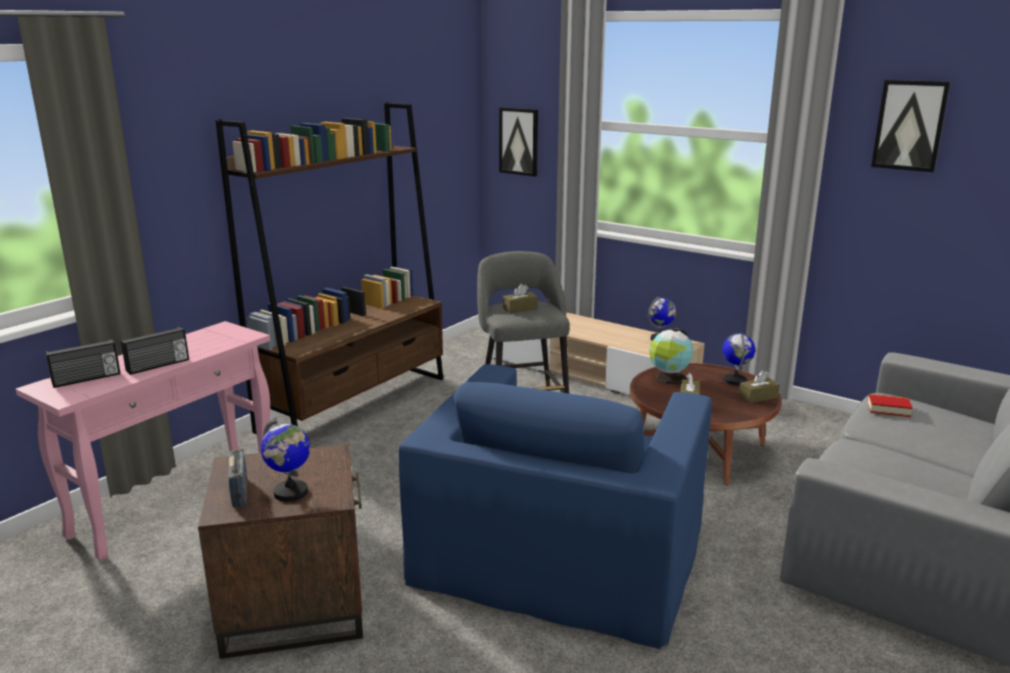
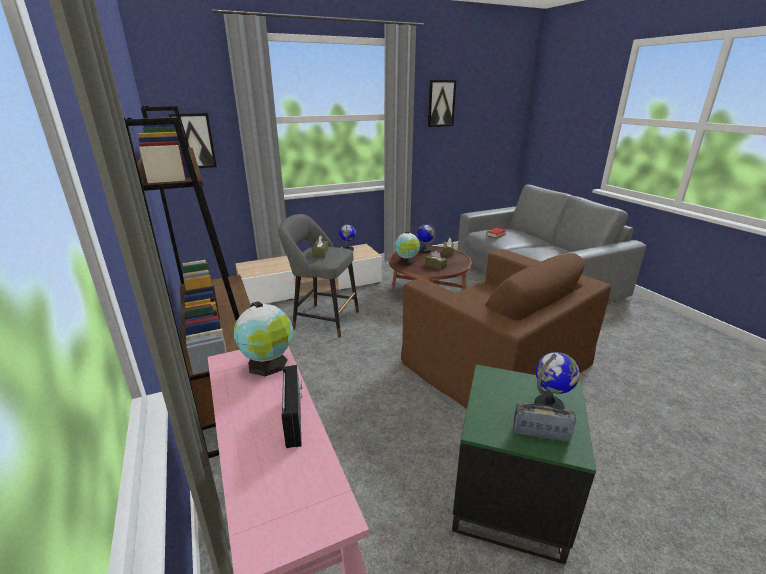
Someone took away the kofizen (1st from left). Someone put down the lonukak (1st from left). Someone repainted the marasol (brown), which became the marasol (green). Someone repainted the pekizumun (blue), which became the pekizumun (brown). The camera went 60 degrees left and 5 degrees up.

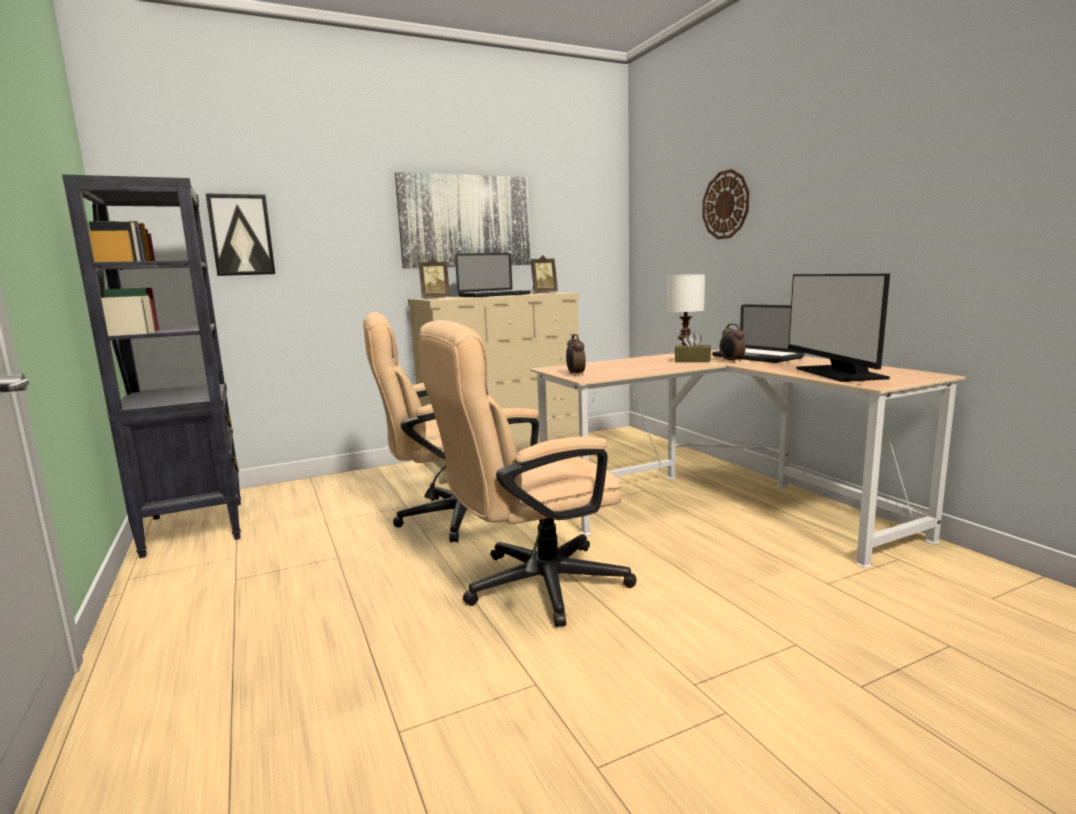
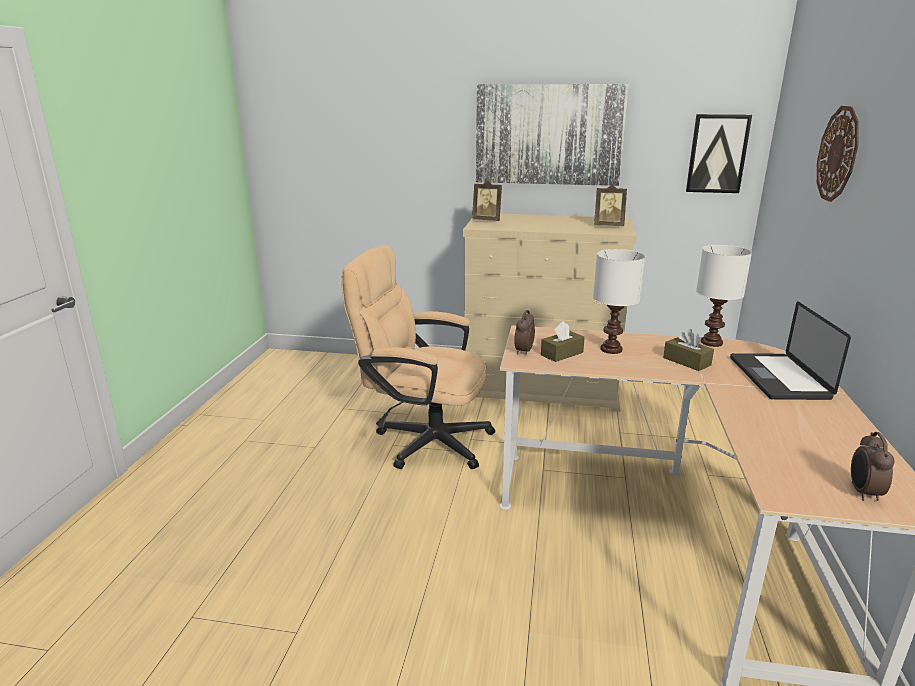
Someone took away the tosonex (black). Someone took away the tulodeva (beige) (2nd from left). Someone took away the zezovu (1st from left). Someone took away the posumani. Someone put down the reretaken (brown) (1st from left). Someone put down the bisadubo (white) (1st from left). Someone carried the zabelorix (1st from left in the first image). Someone carried the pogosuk (2nd from left). The camera went 35 degrees right and 10 degrees up.

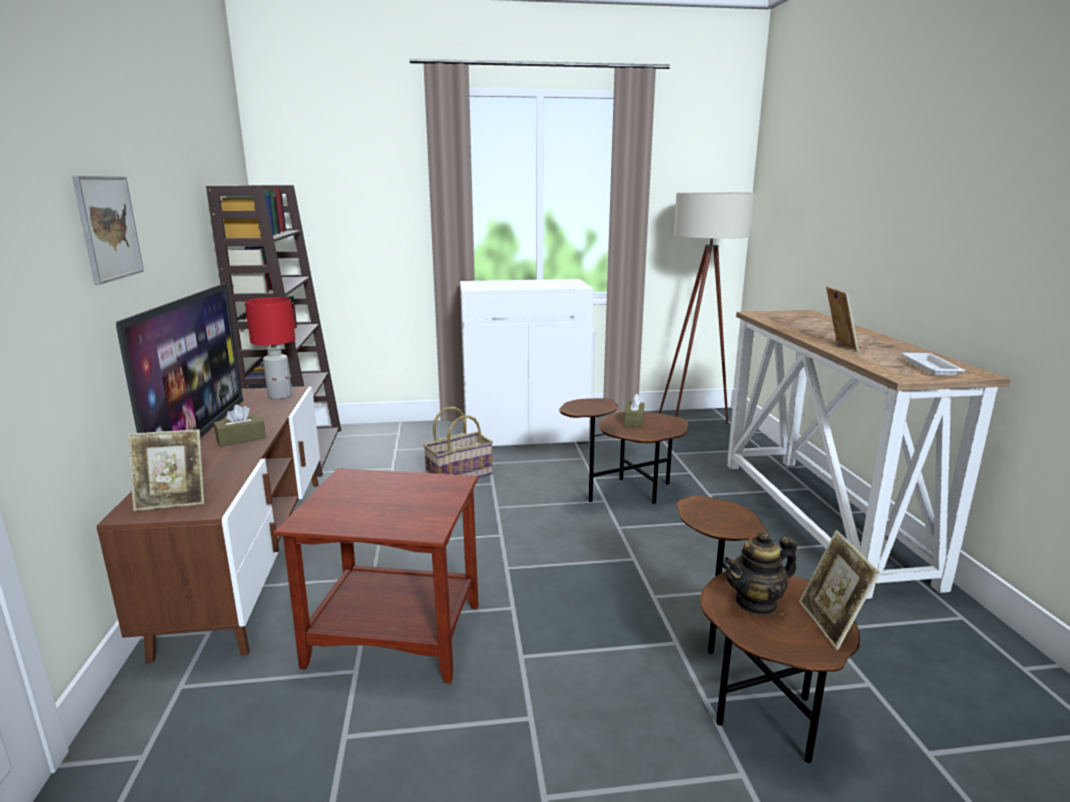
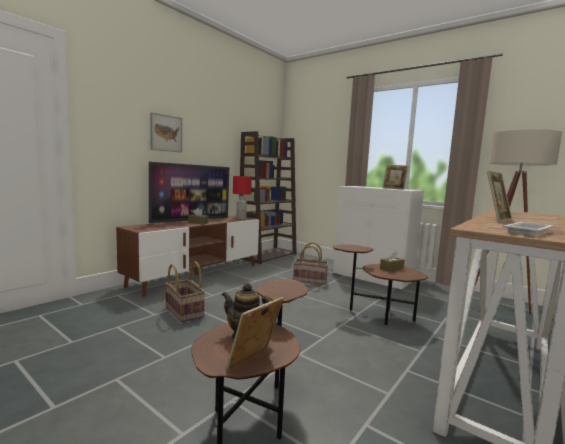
Someone carried the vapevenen (1st from left in the first image). Someone swapped the marasol (brown) (1st from left) for the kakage (1st from left). The camera went 45 degrees right and 10 degrees down.

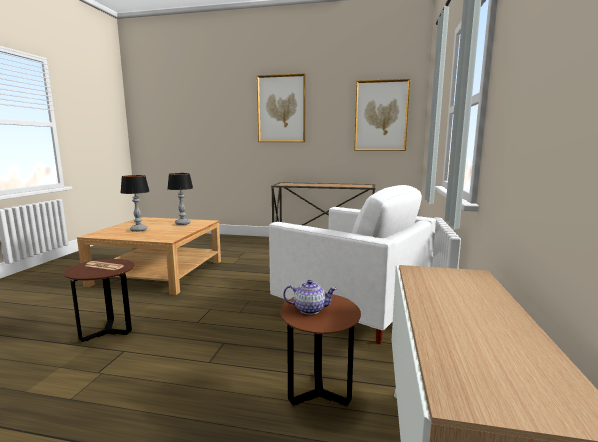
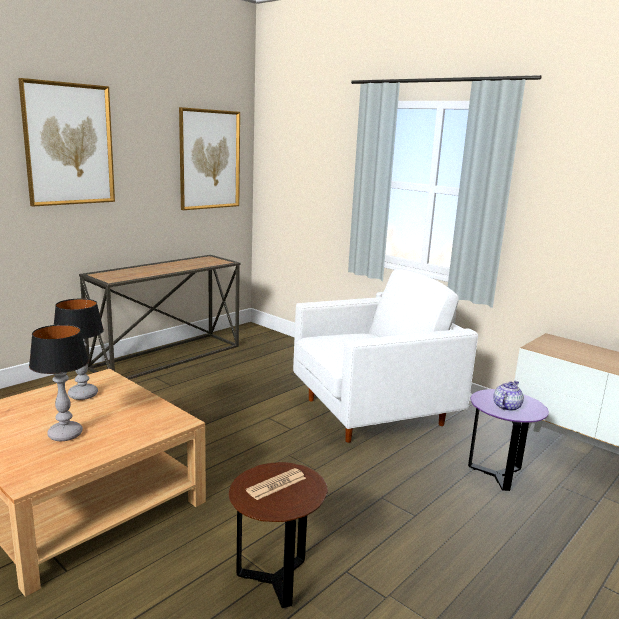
Someone repainted the marasol (brown) (2nd from left), which became the marasol (purple). The camera went 60 degrees left and 5 degrees up.

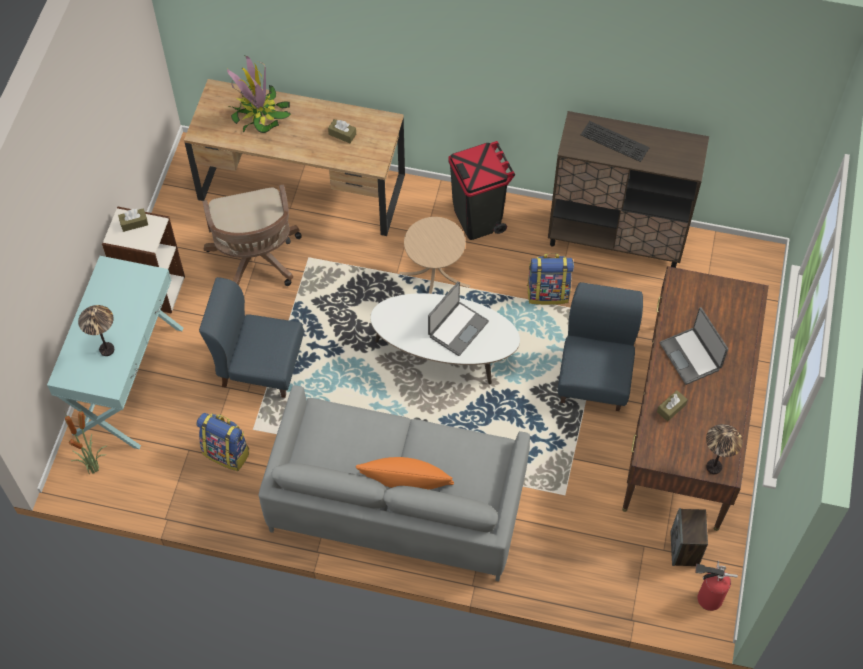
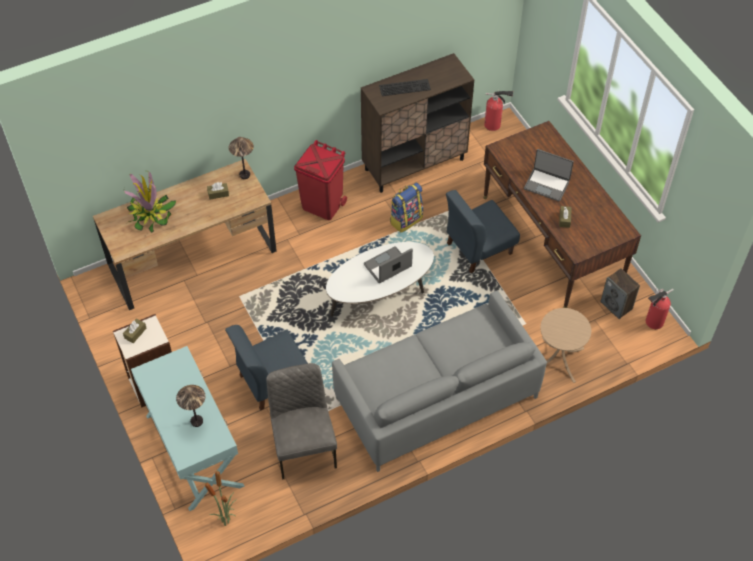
Someone took away the tulodeva (brown). Someone took away the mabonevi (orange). Someone put down the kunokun (1st from left). Someone carried the marasol (beige). Someone carried the bisadubo (2nd from left). Someone swapped the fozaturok (1st from left) for the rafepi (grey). Someone repainted the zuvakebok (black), which became the zuvakebok (red). Someone rotated the zezovu (1st from left) by 120 degrees counterclockwise. Someone rotated the rafepi (blue) (2nd from left) by 90 degrees counterclockwise. The camera went 40 degrees left and 5 degrees down.

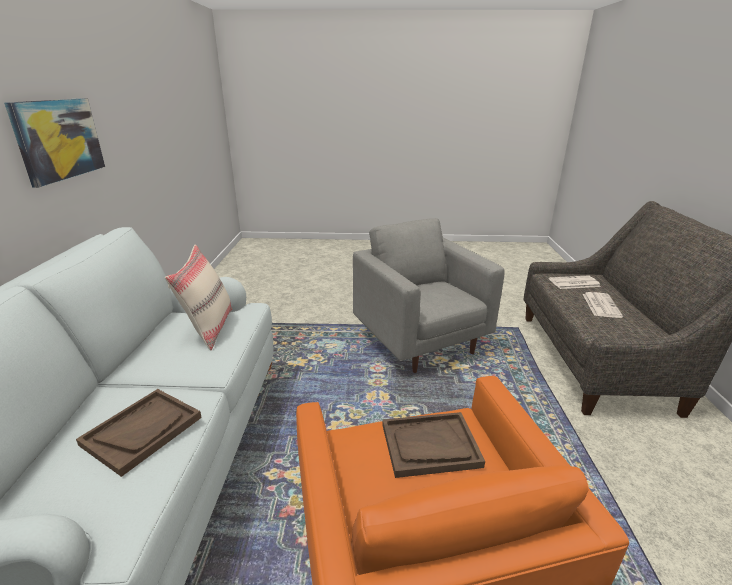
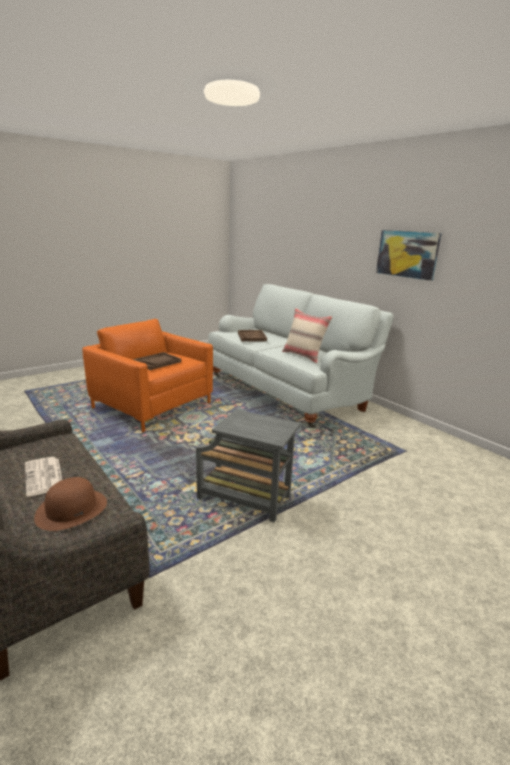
Someone swapped the pekizumun (grey) for the marasol (grey). Someone swapped the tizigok (1st from left) for the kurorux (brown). The camera went 140 degrees right and 5 degrees down.

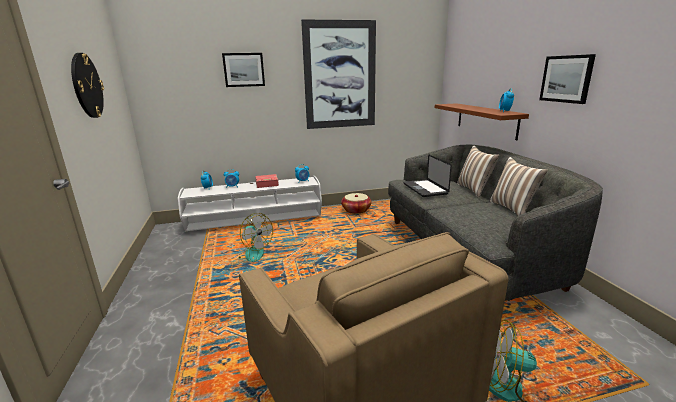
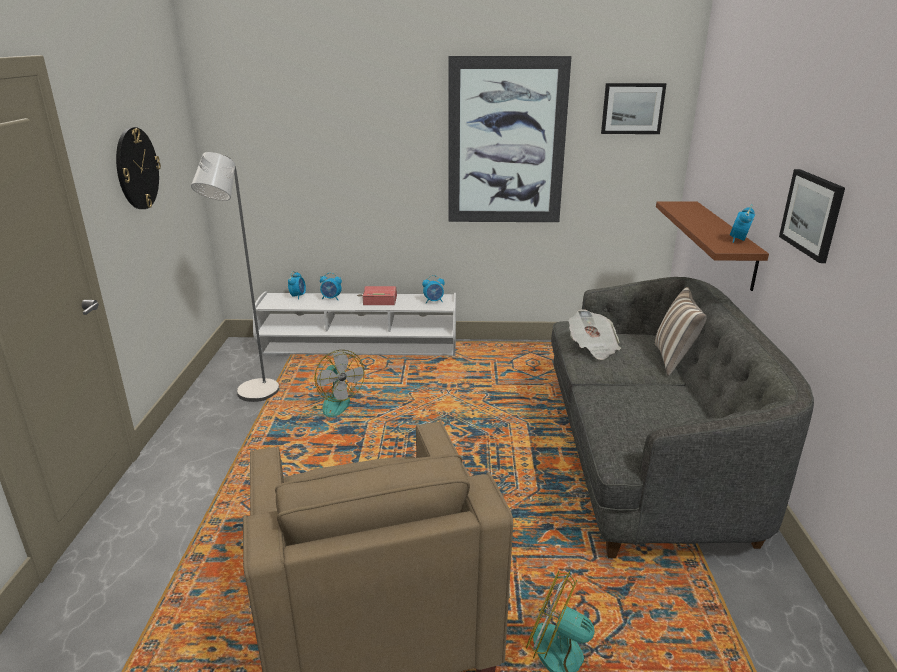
Someone took away the kakage. Someone took away the mabonevi (2nd from left). Someone put down the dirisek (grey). Someone carried the zabelorix (1st from left in the first image). Someone swapped the zezovu for the tizigok. The camera went 15 degrees right and 5 degrees up.

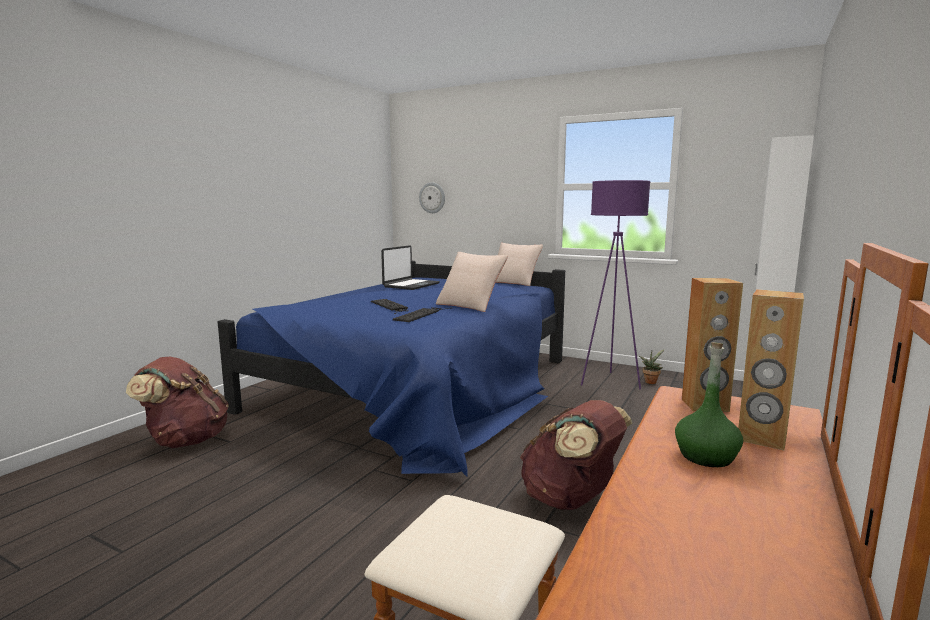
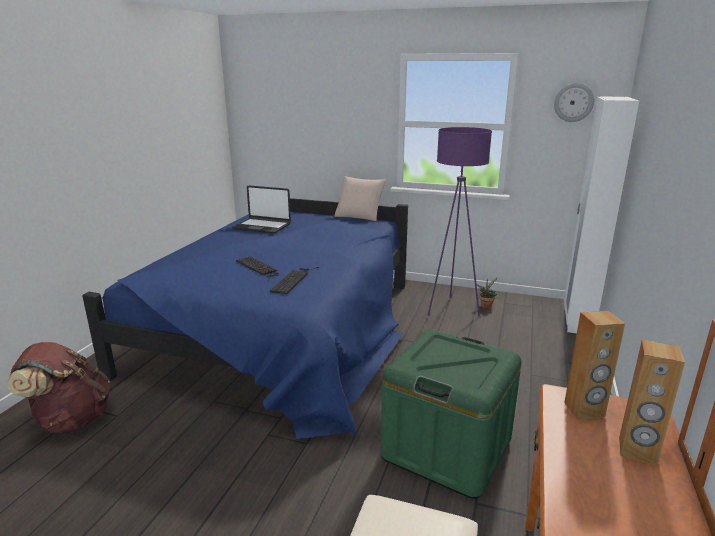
Someone took away the mabonevi (beige) (1st from left). Someone took away the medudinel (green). Someone carried the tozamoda. Someone swapped the fozaturok (brown) (2nd from left) for the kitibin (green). Someone rotated the zezovu by 90 degrees clockwise. The camera went 10 degrees left and 10 degrees up.

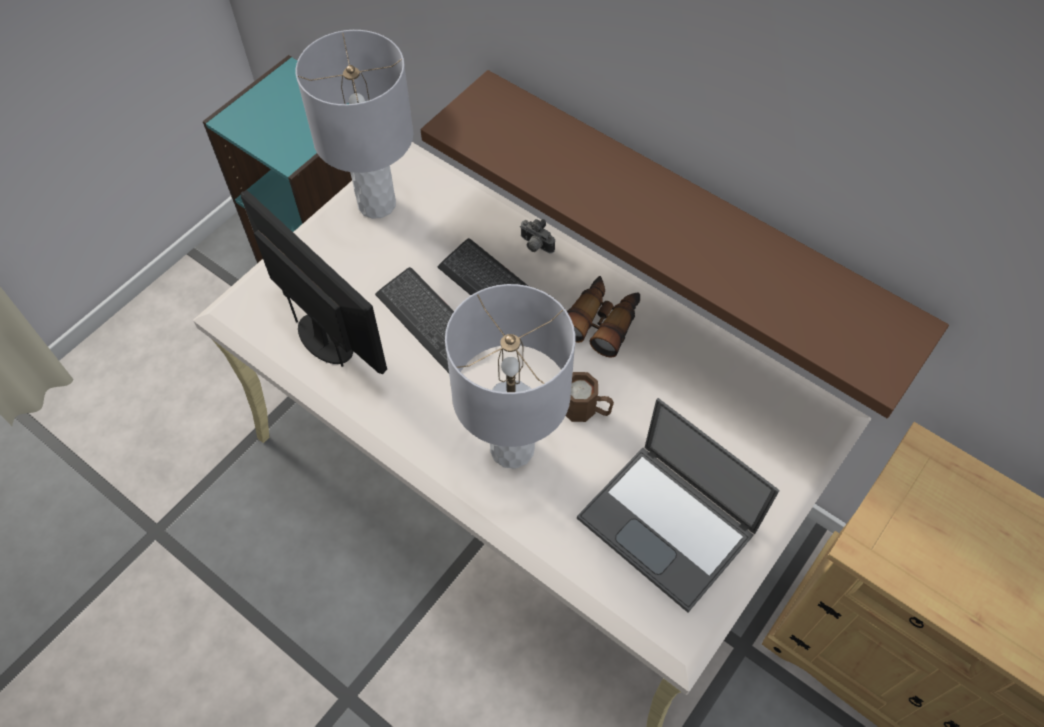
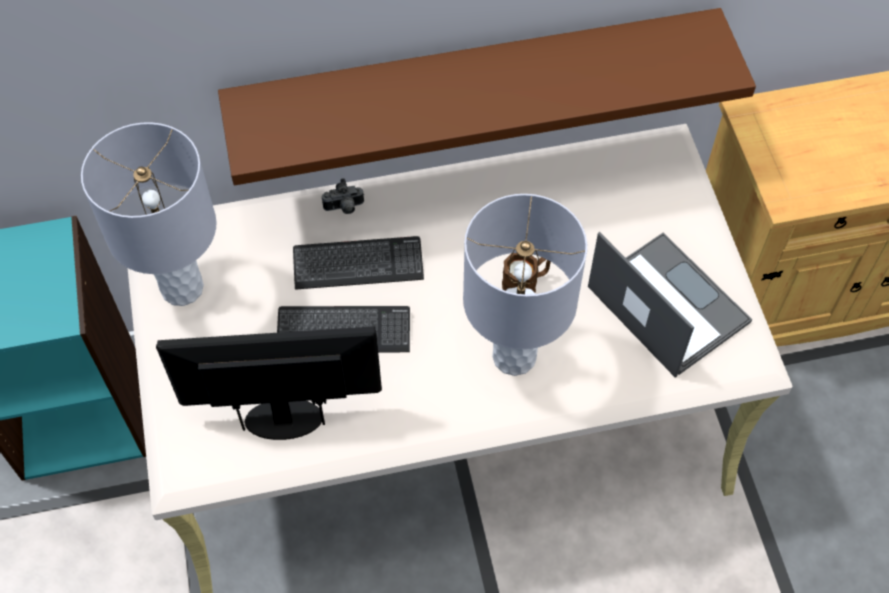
Someone took away the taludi. Someone rotated the zezovu by 120 degrees counterclockwise. The camera went 50 degrees left and 0 degrees up.

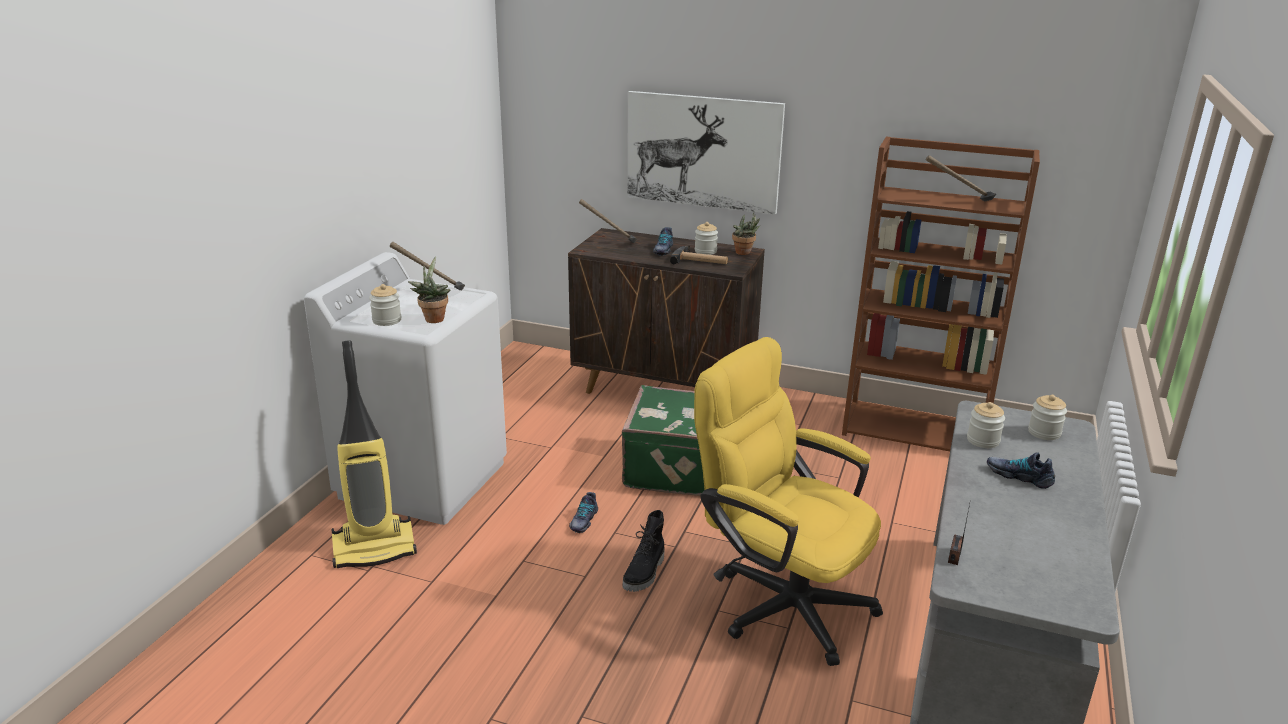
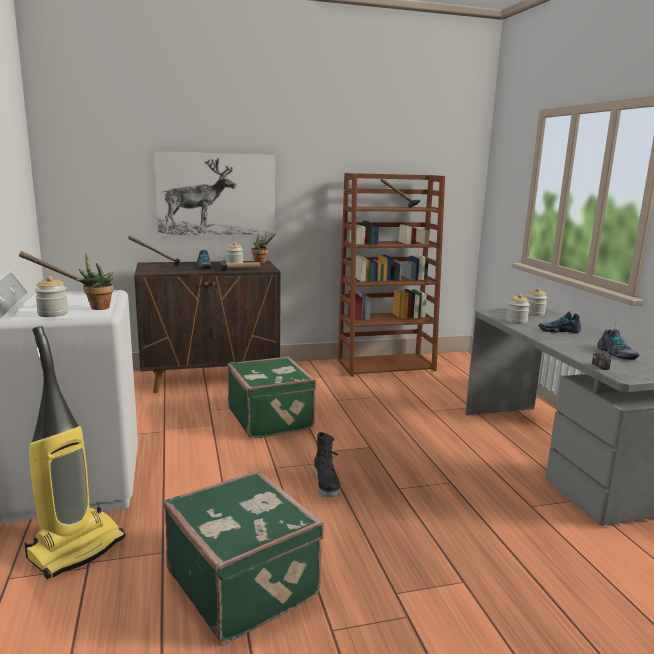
Someone took away the tulodeva (yellow). Someone put down the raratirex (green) (1st from left). Someone carried the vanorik (1st from left in the first image). The camera went 35 degrees left and 10 degrees down.

